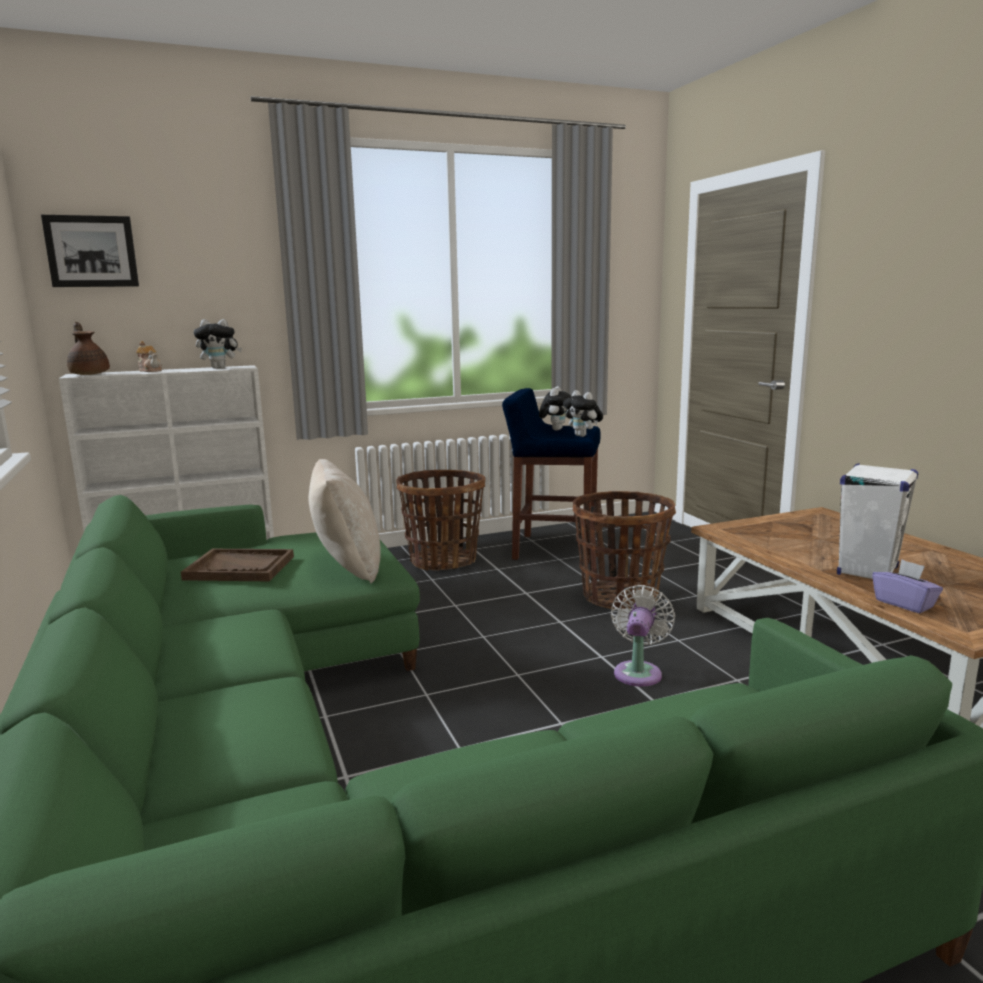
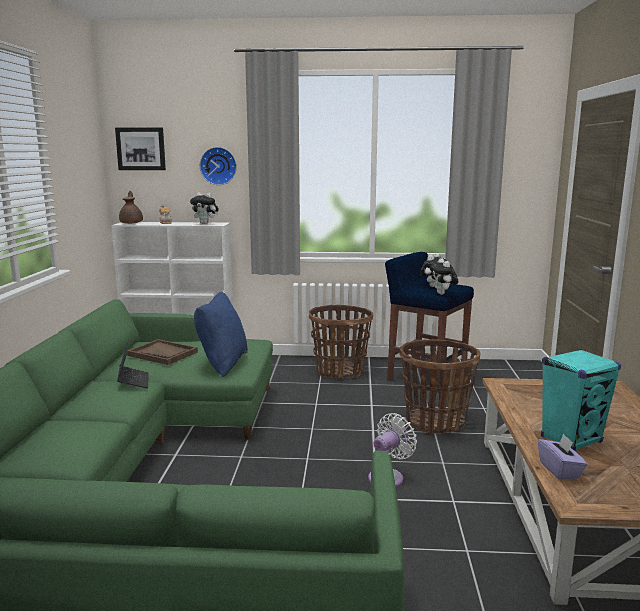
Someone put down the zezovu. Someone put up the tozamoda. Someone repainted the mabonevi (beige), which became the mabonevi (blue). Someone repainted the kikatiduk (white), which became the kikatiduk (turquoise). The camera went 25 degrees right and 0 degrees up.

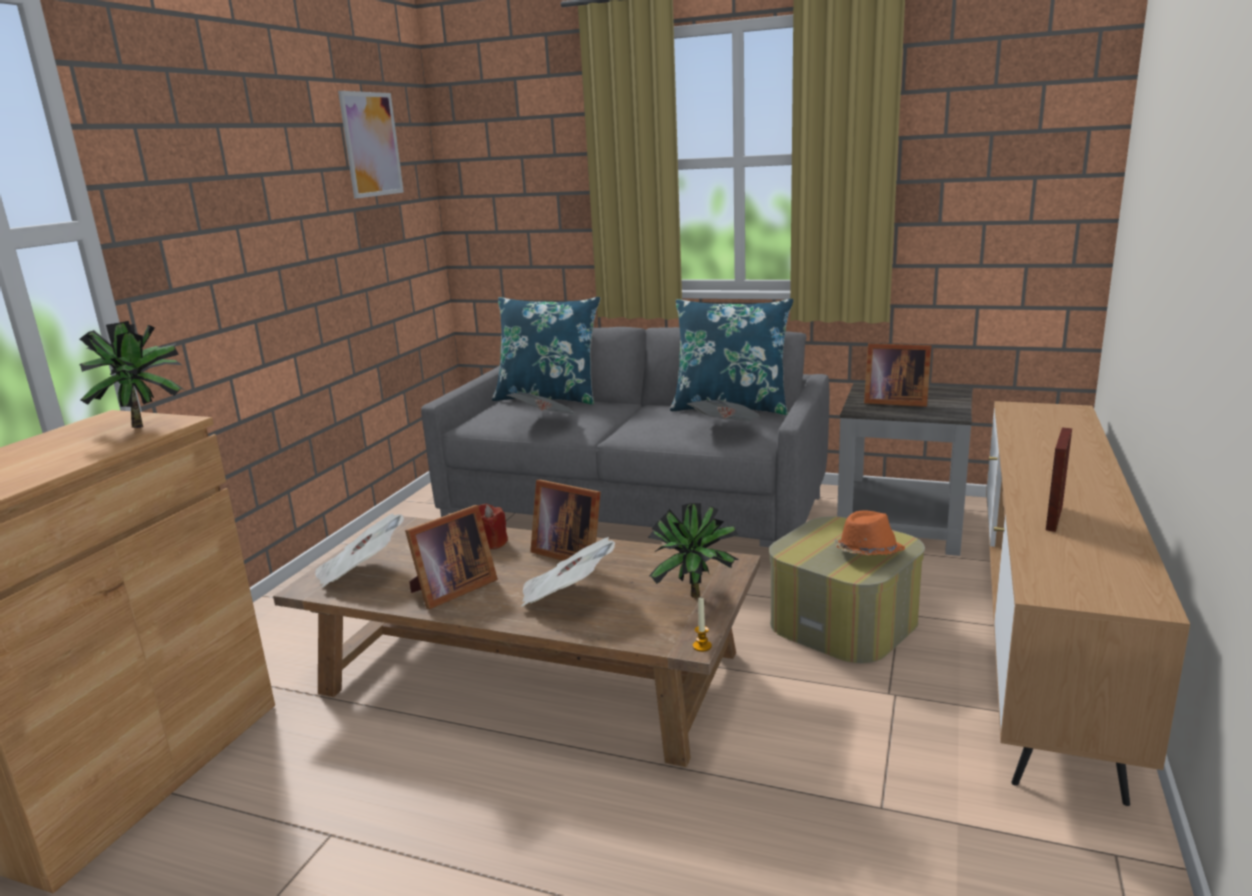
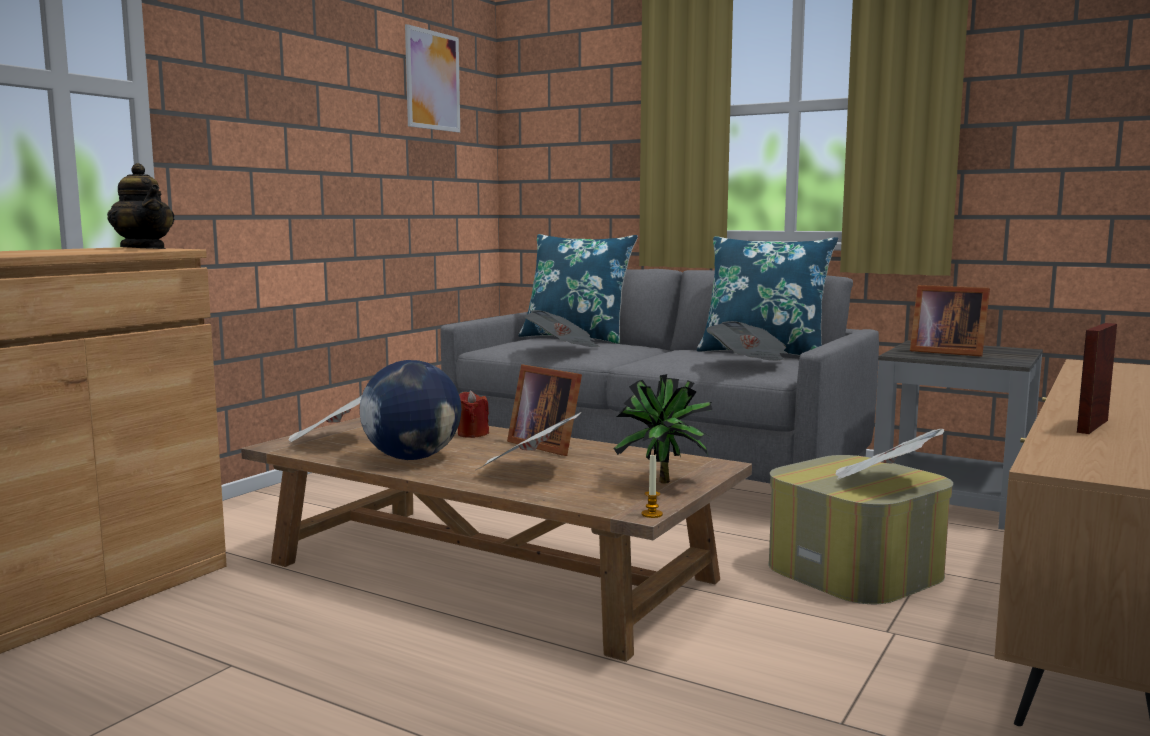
Someone swapped the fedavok (1st from left) for the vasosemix. Someone swapped the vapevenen (1st from left) for the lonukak. Someone swapped the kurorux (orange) for the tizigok (5th from left). The camera went 10 degrees right and 10 degrees down.

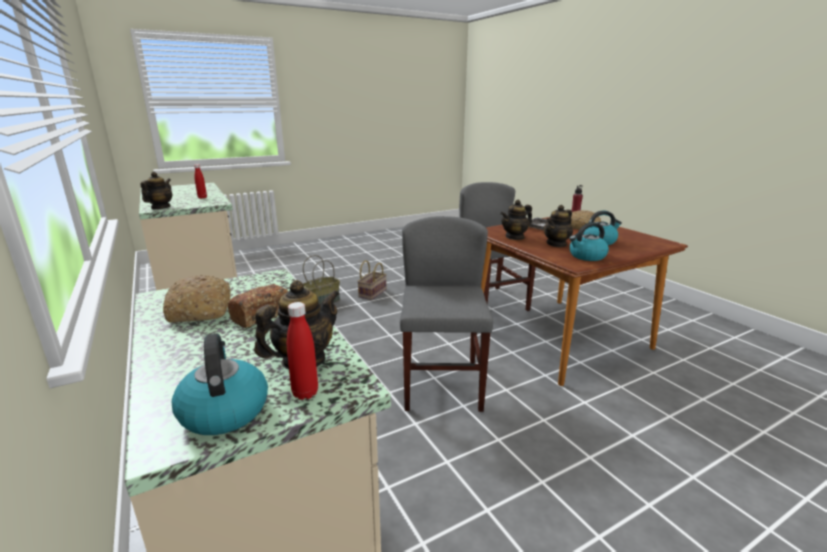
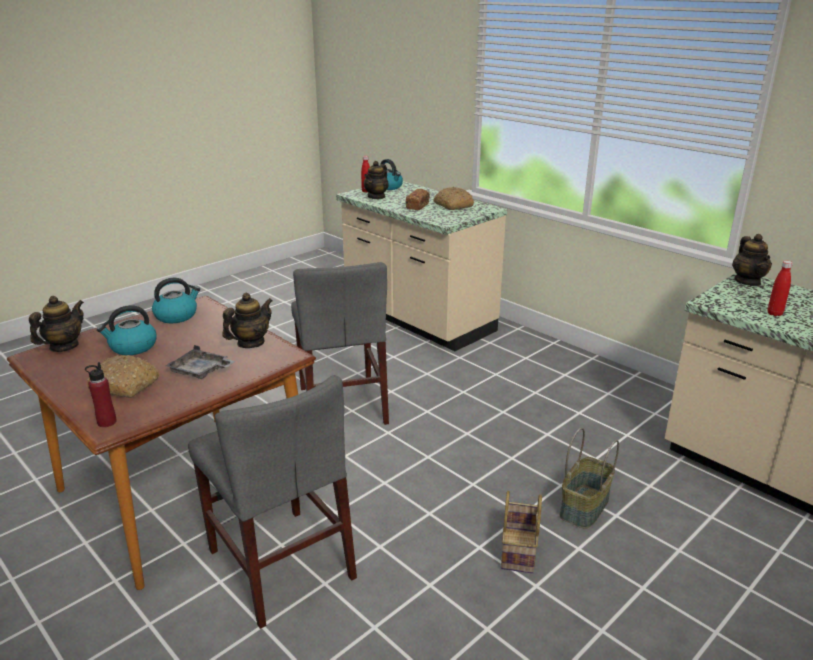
Someone carried the vasosemix (4th from left in the first image). The camera went 165 degrees right and 5 degrees up.

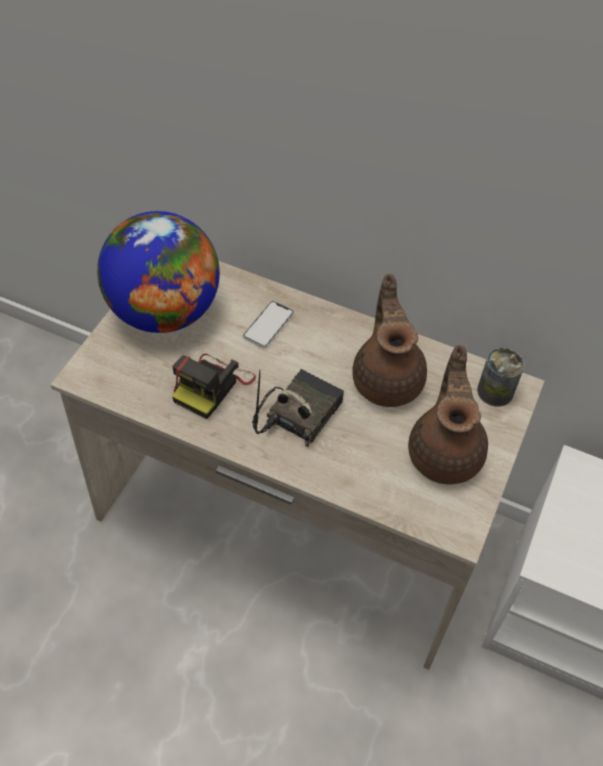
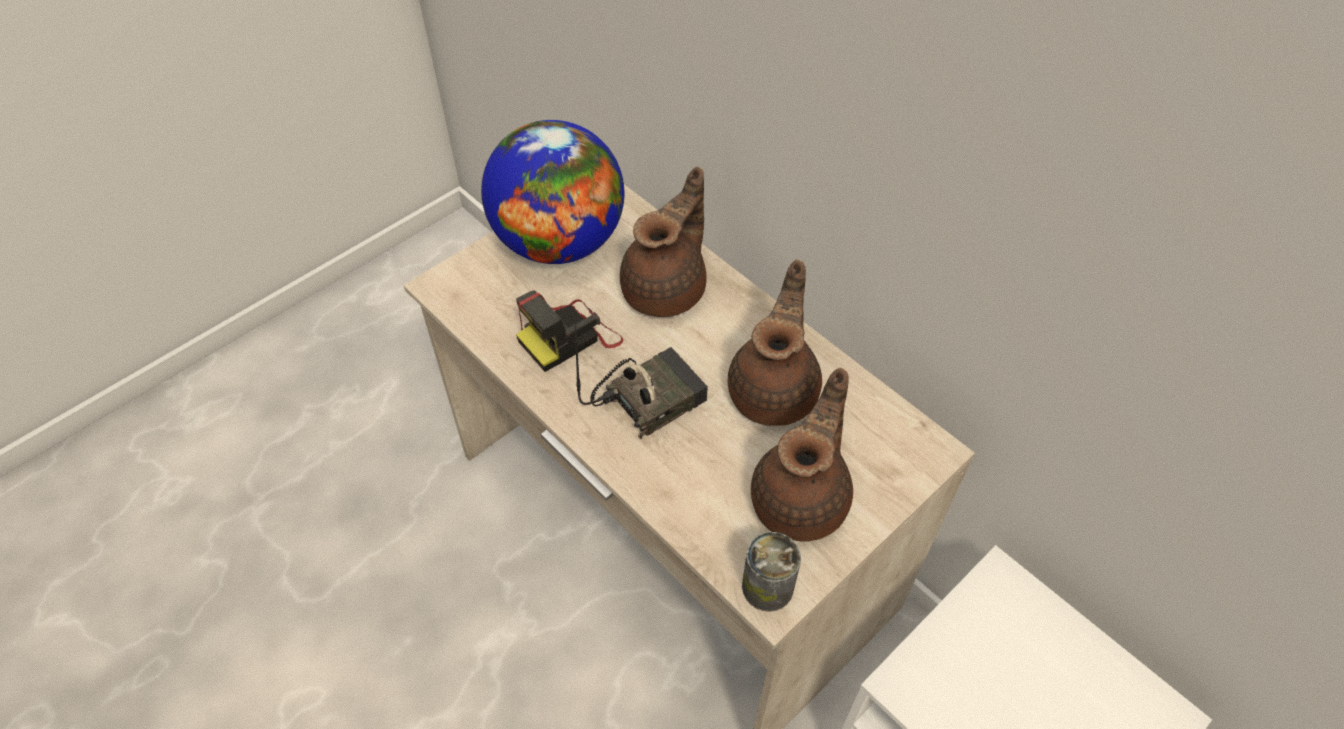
Someone carried the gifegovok. Someone swapped the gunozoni for the vasosemix (brown) (1st from left). The camera went 25 degrees right and 0 degrees up.

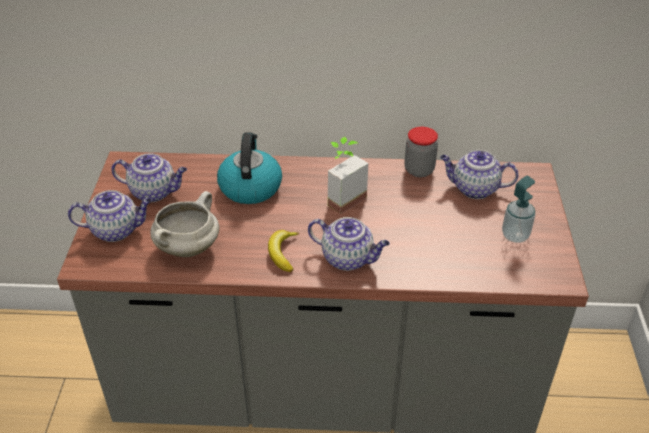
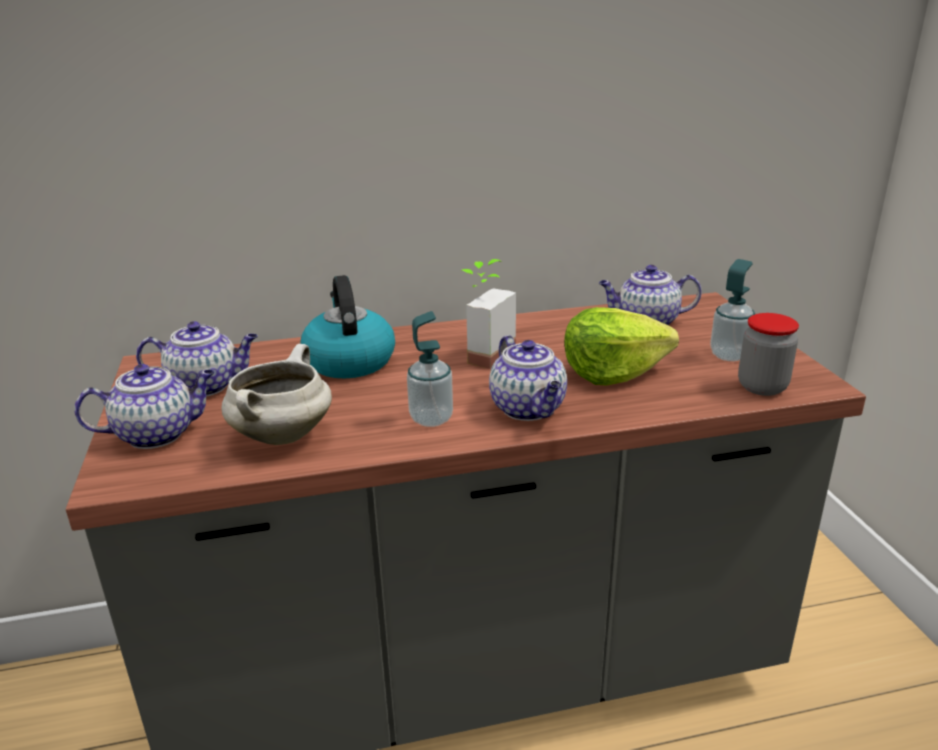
Someone put down the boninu. Someone carried the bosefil. Someone swapped the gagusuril for the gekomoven (1st from left). Someone rotated the vasosemix (3rd from left) by 60 degrees clockwise. The camera went 15 degrees left and 15 degrees down.

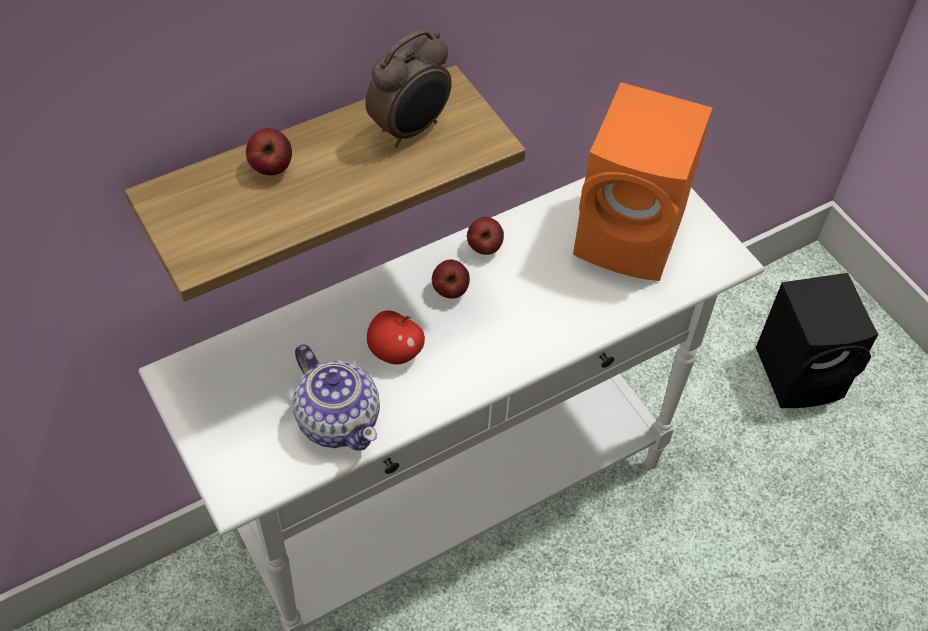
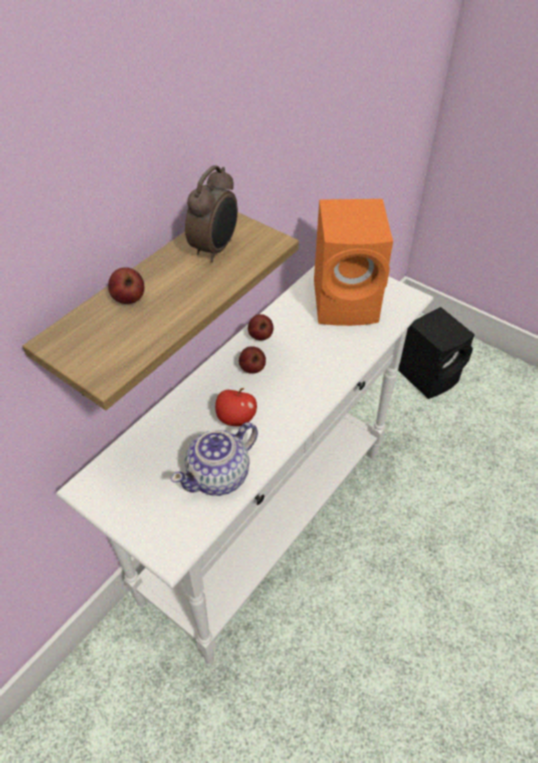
Someone rotated the vasosemix by 105 degrees clockwise. The camera went 20 degrees left and 5 degrees down.

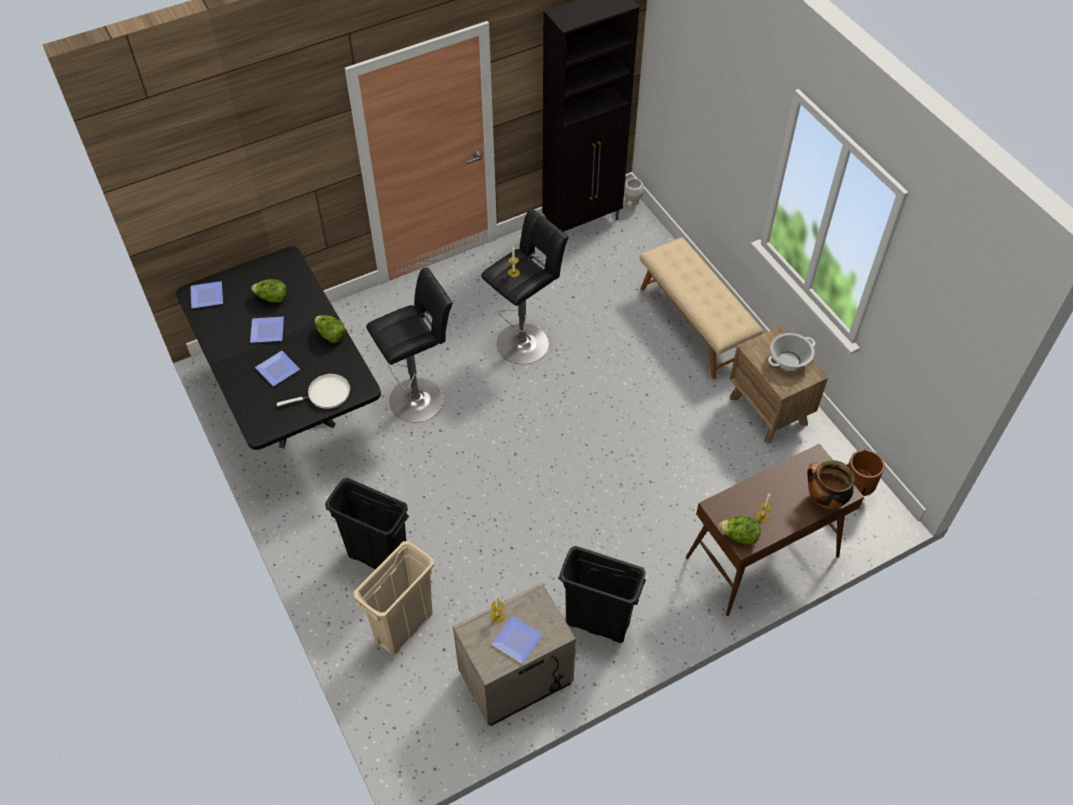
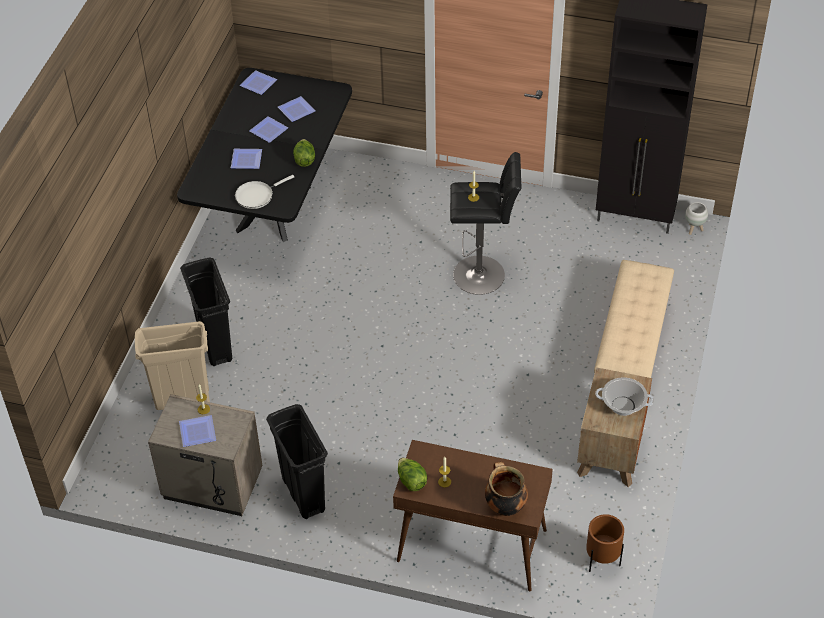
Someone took away the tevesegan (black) (1st from left). Someone swapped the boninu (1st from left) for the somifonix (5th from left). Someone rotated the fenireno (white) by 120 degrees clockwise. The camera went 45 degrees right and 5 degrees down.

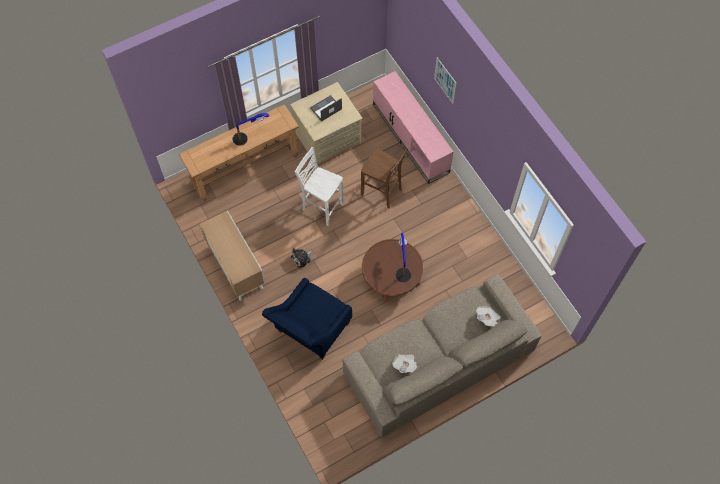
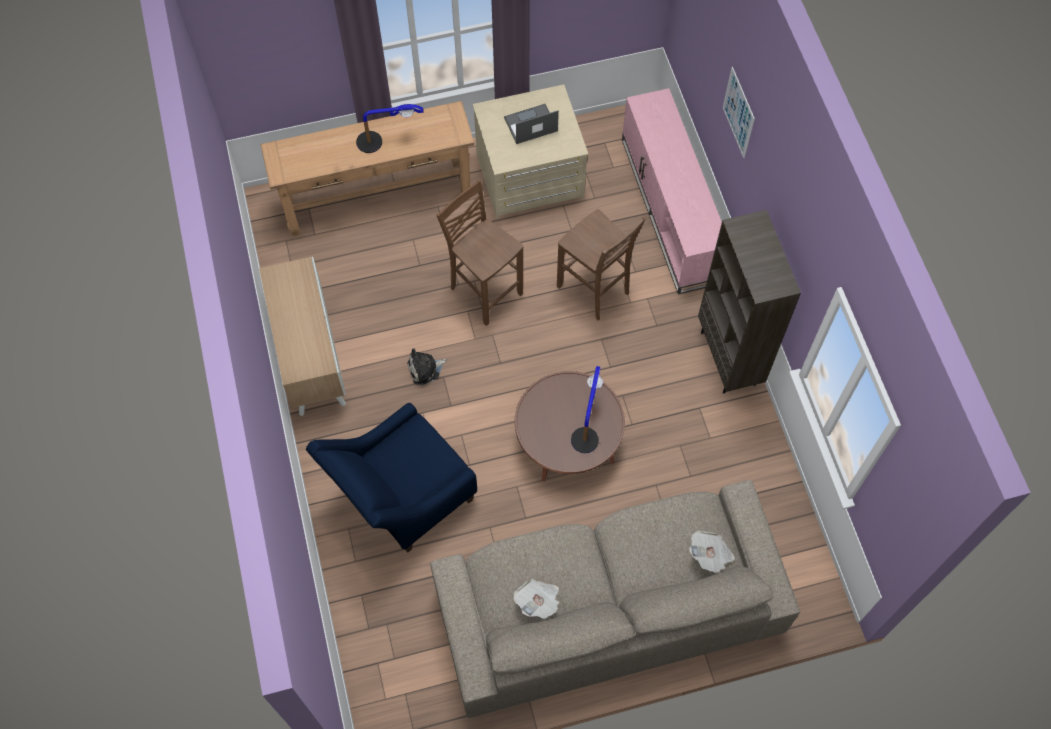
Someone put down the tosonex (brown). Someone repainted the tevesegan (white), which became the tevesegan (brown) (1st from left). The camera went 15 degrees right and 0 degrees up.

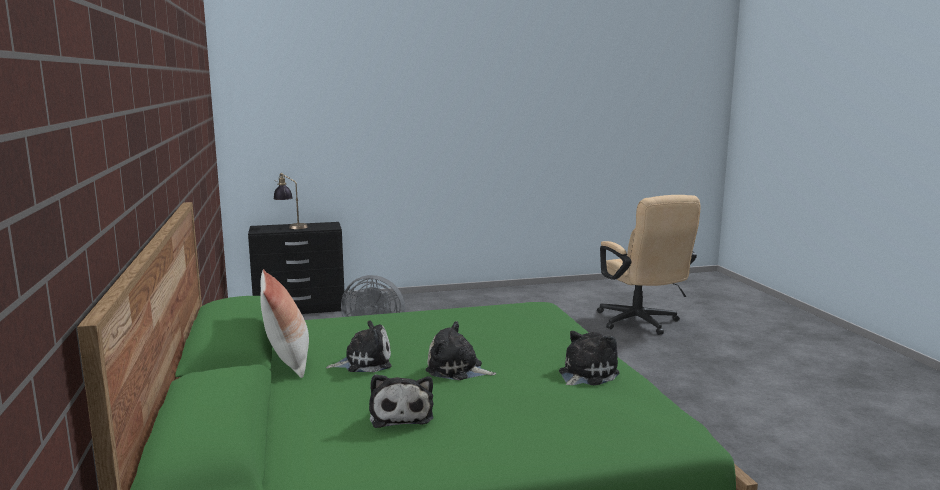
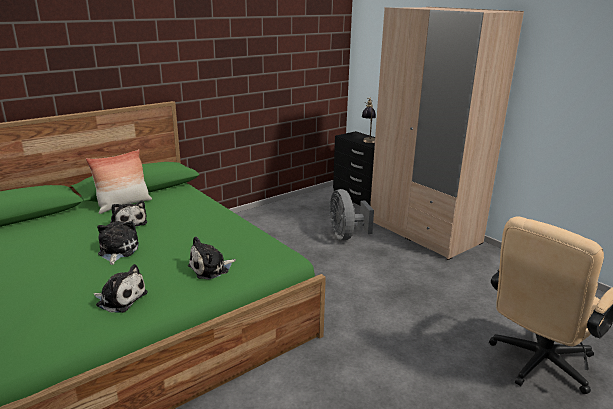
Someone put down the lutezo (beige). Someone carried the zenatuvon (2nd from left in the first image). The camera went 65 degrees right and 10 degrees up.

